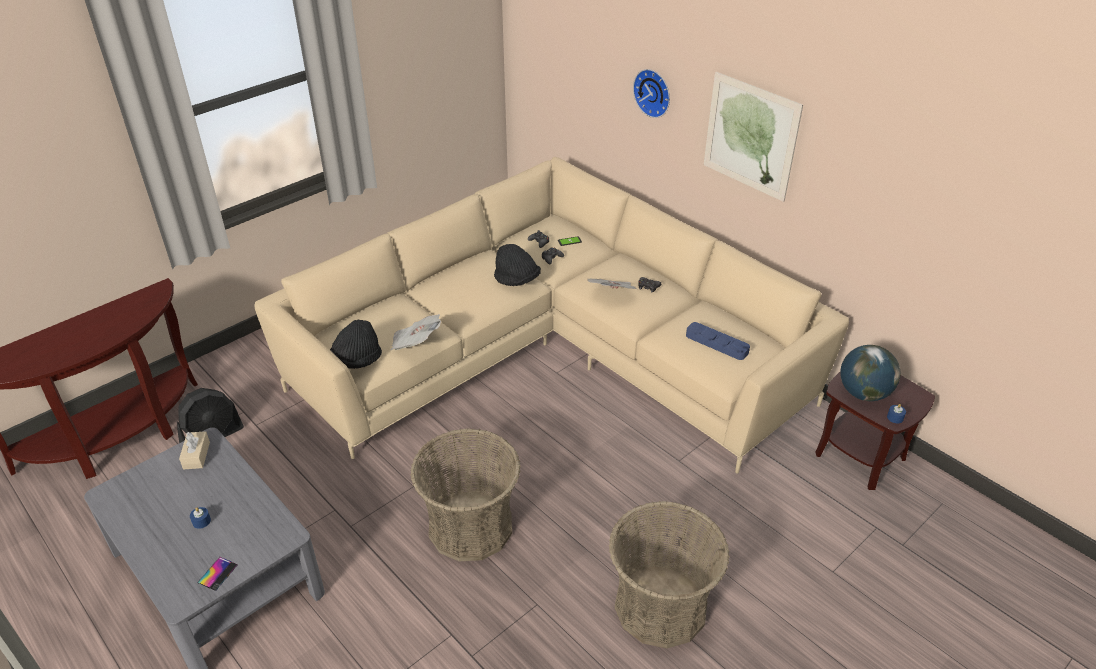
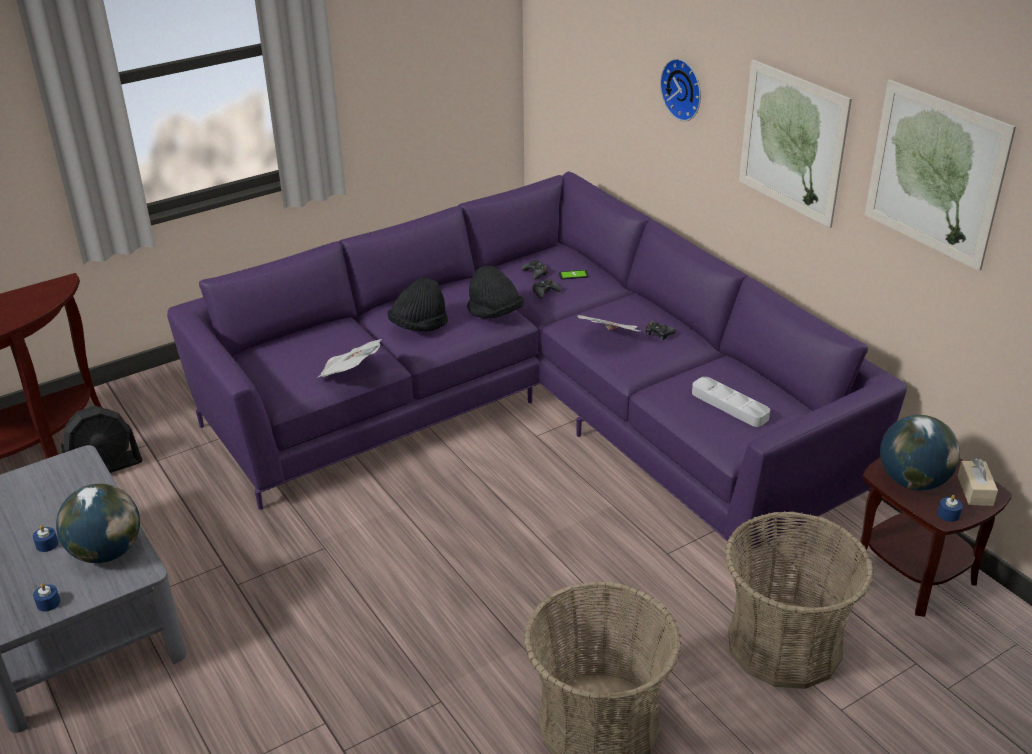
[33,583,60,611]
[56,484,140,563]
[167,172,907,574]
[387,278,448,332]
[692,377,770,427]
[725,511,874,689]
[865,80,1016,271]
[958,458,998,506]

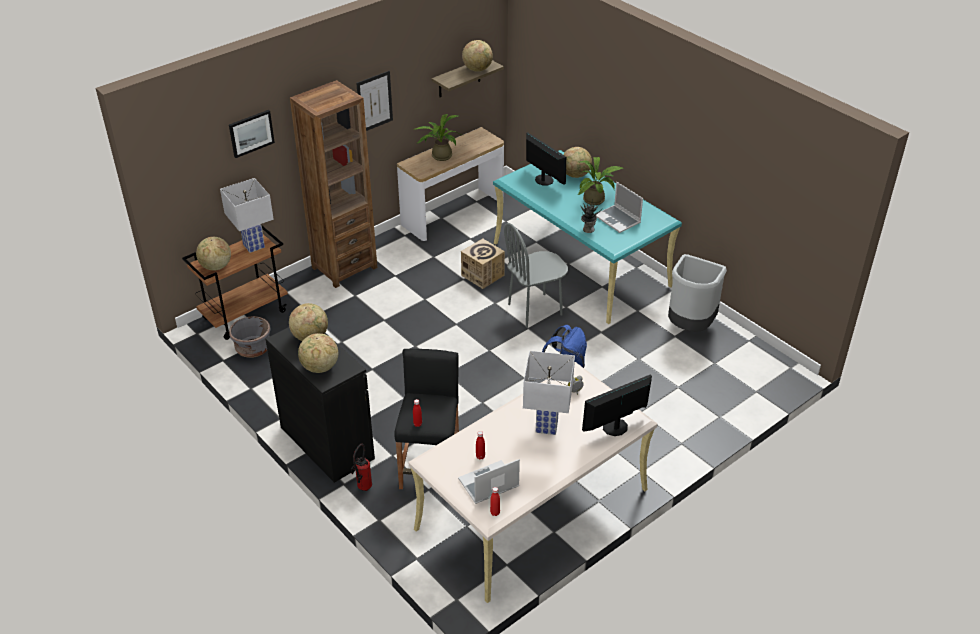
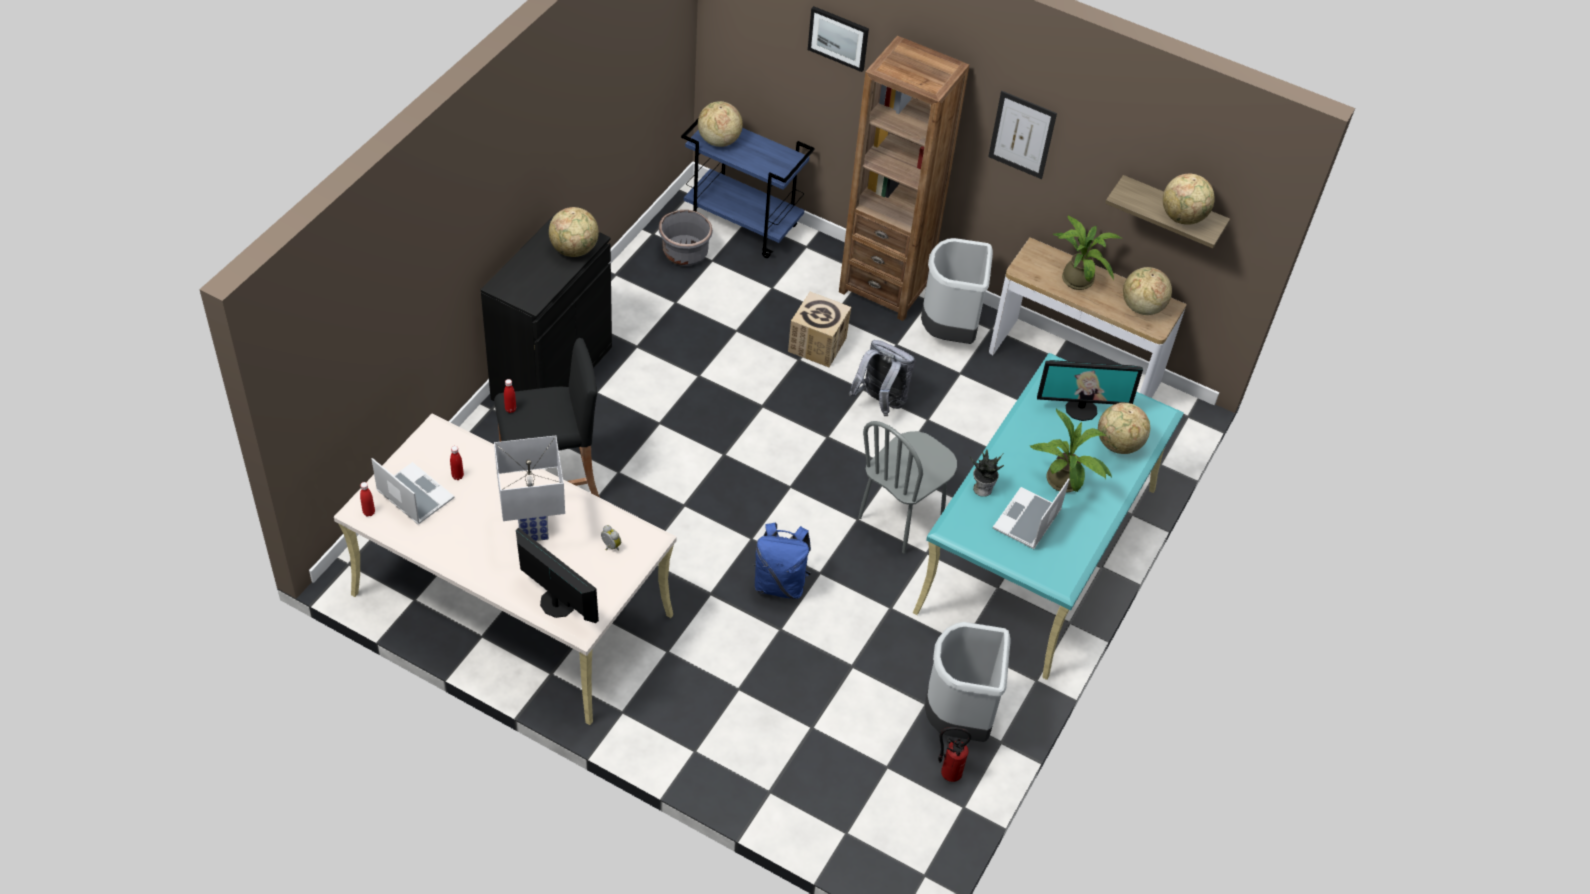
[681,119,815,258]
[788,292,851,367]
[849,340,915,416]
[858,421,957,554]
[921,238,993,344]
[938,727,971,782]
[1037,360,1143,421]
[1123,267,1172,315]
[220,178,274,253] (first image)

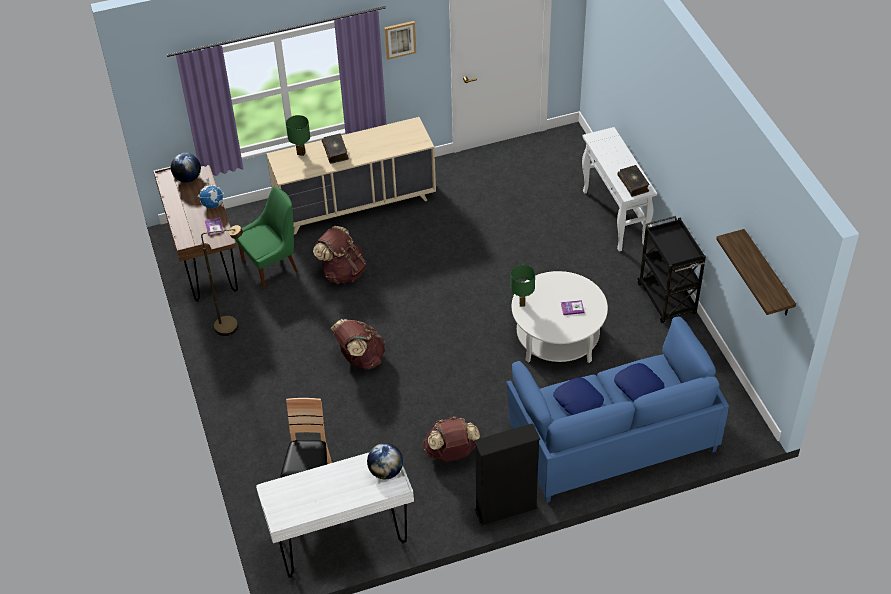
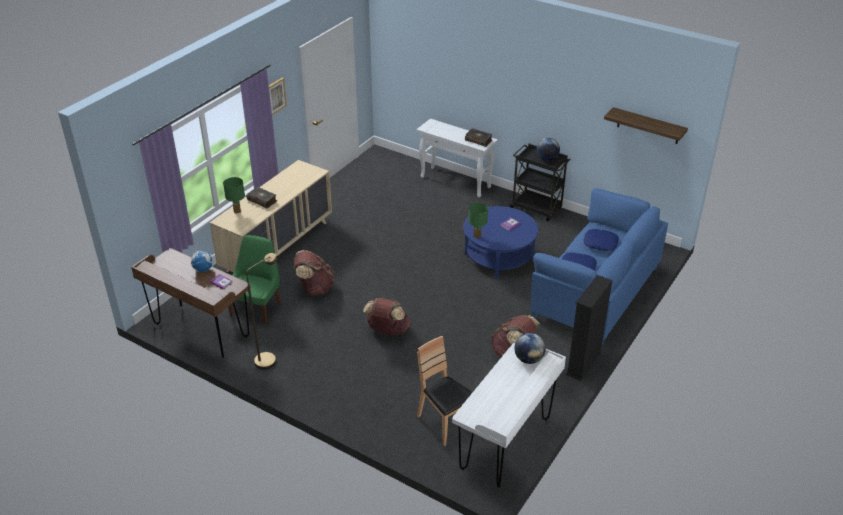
[463,206,538,279]
[536,138,560,161]

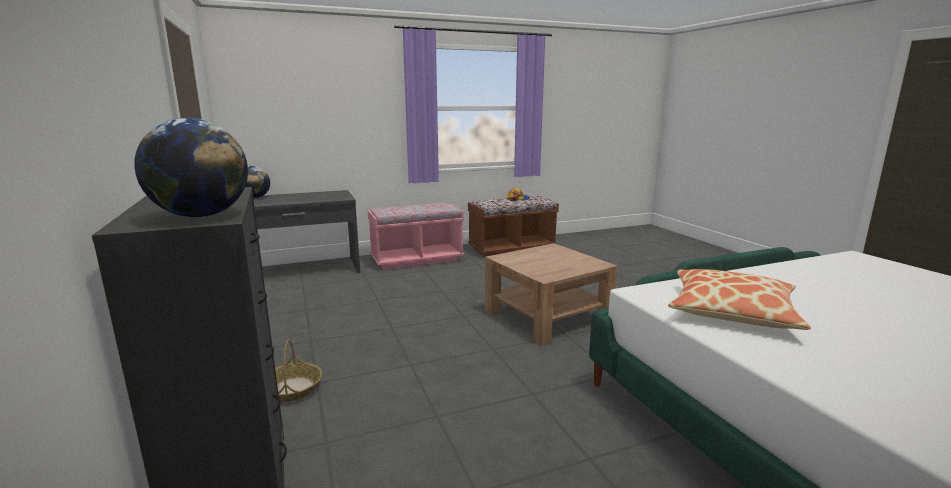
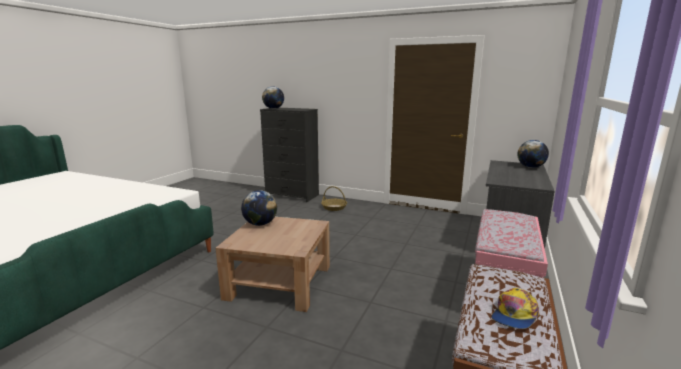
[241,190,277,226]
[668,269,811,330] (first image)

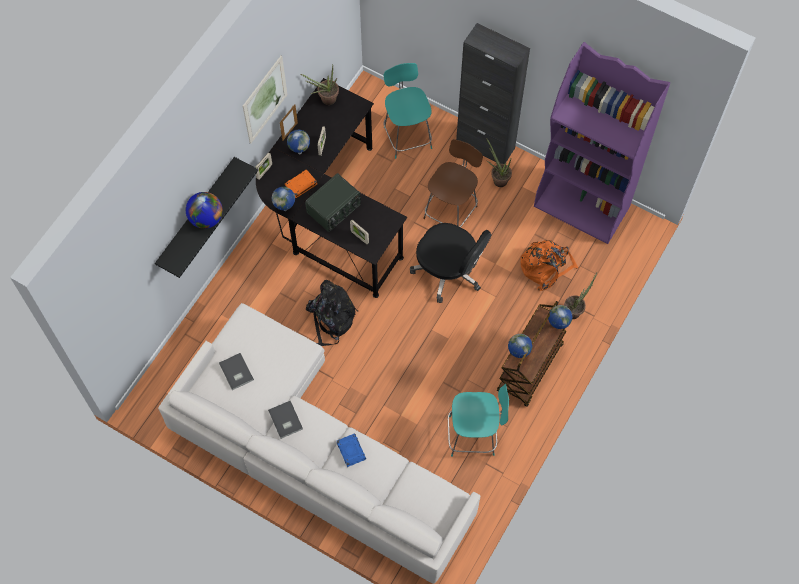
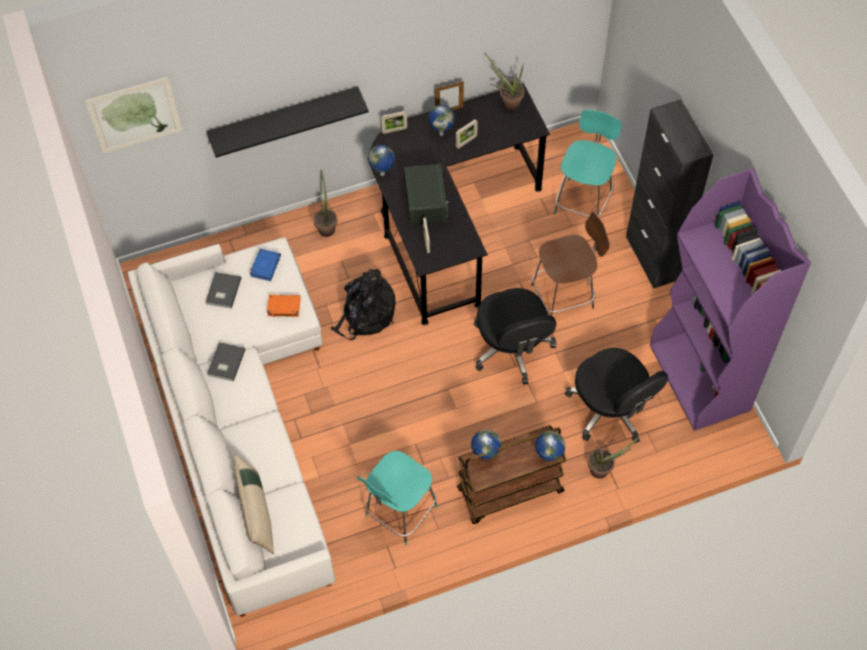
[85,77,182,154]
[234,455,274,554]
[250,249,281,281]
[267,295,301,317]
[313,170,337,237]
[357,451,438,545]
[404,164,449,226]
[565,348,668,443]
[186,192,223,229] (first image)

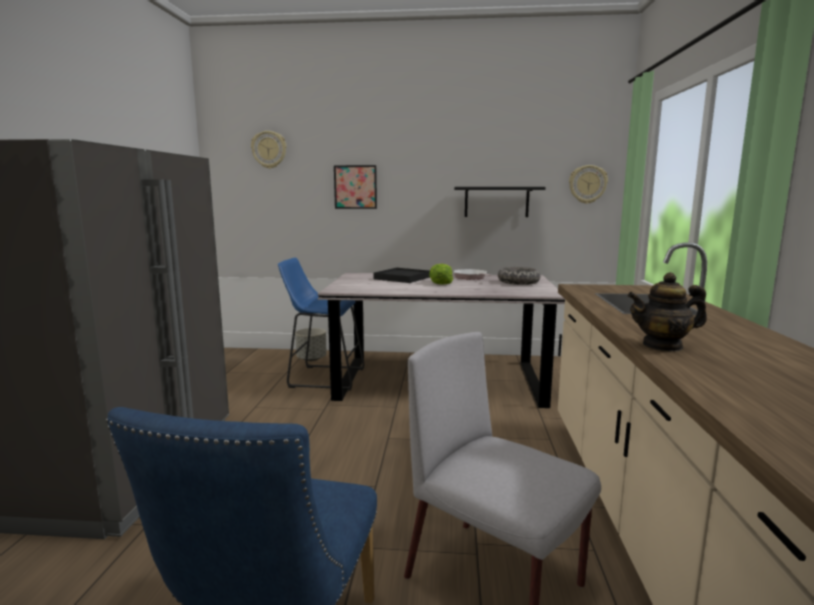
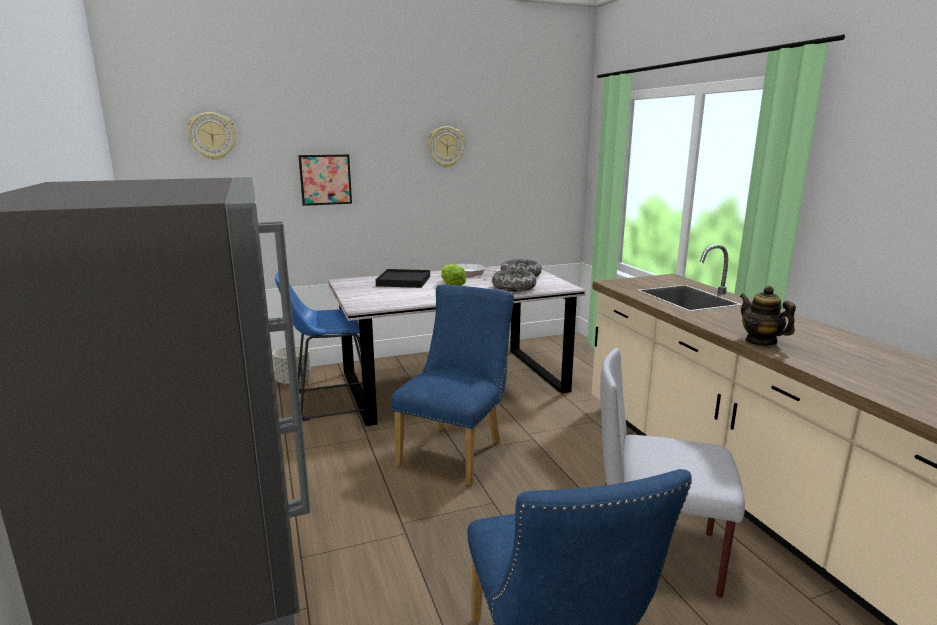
[391,285,514,486]
[427,126,465,168]
[492,269,537,292]
[740,286,796,346]
[454,187,546,217] (first image)

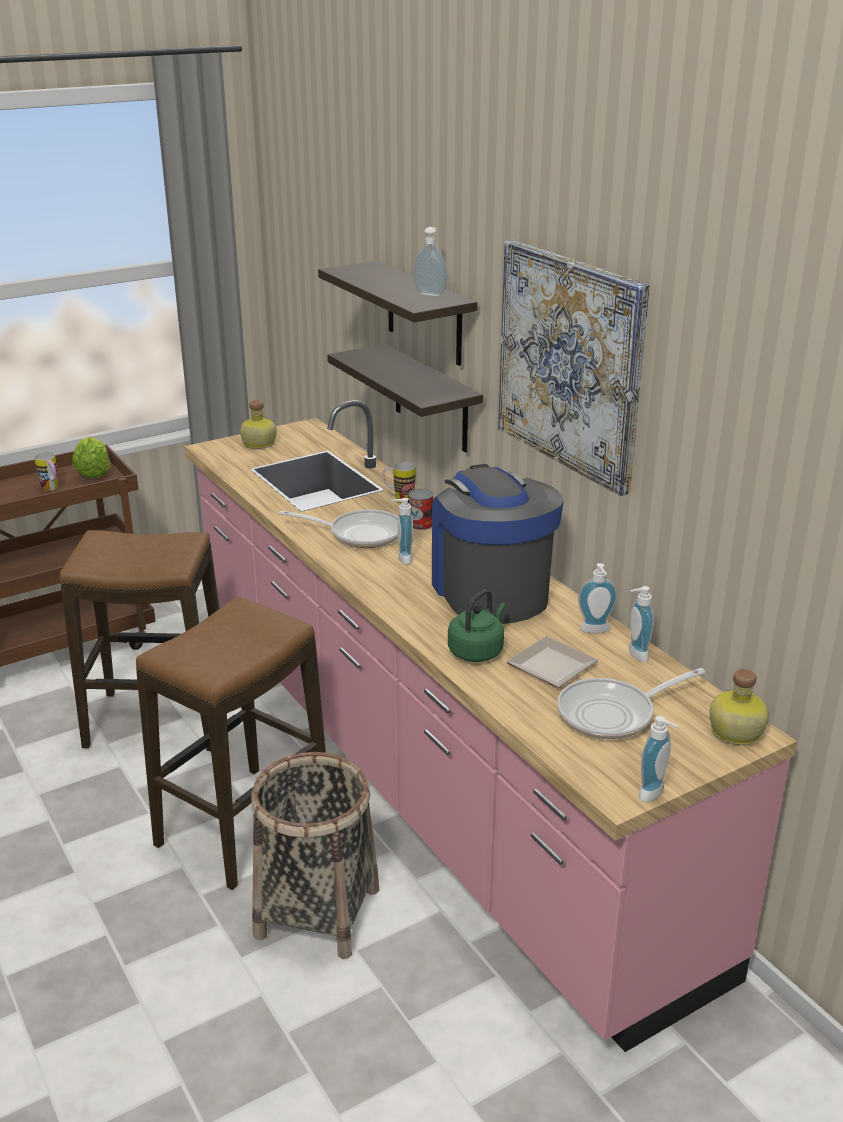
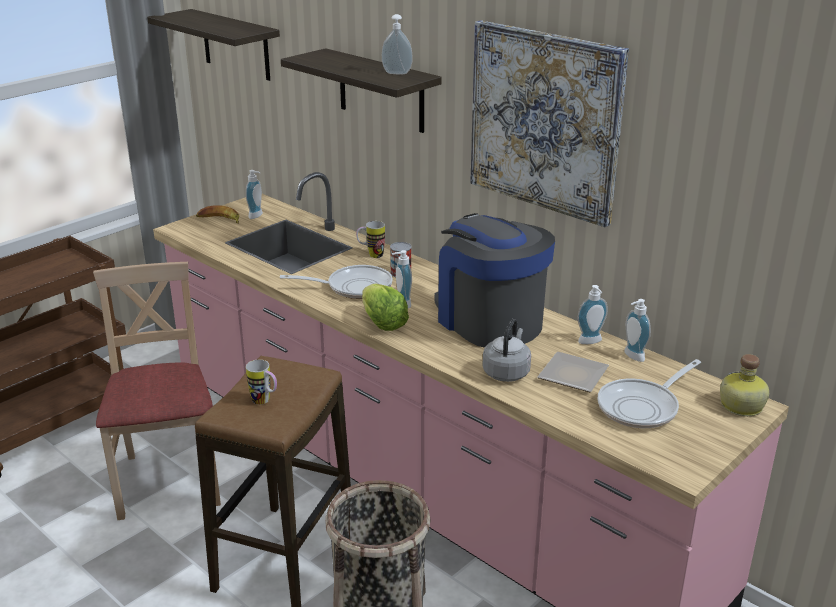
[93,262,221,520]
[147,9,280,81]
[196,206,239,224]
[246,170,263,219]
[246,360,277,405]
[362,283,409,331]
[482,318,531,382]

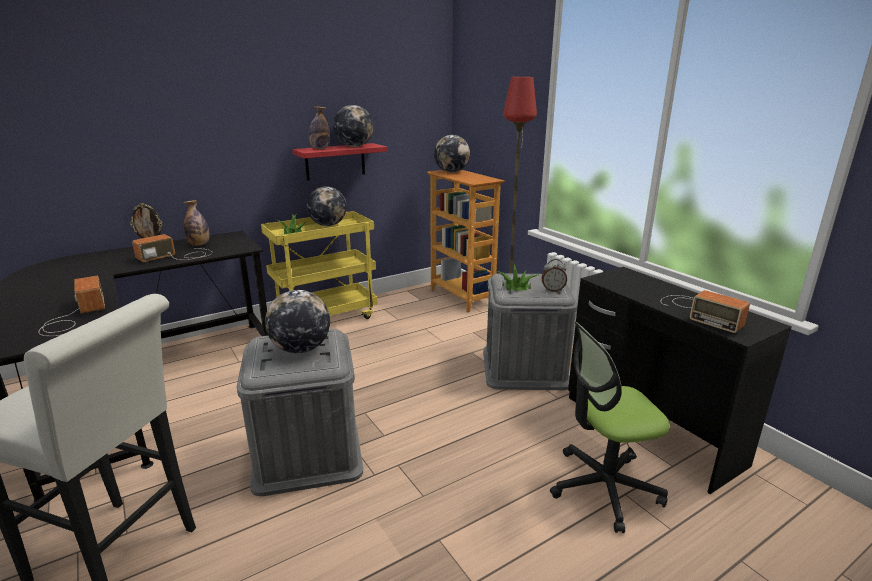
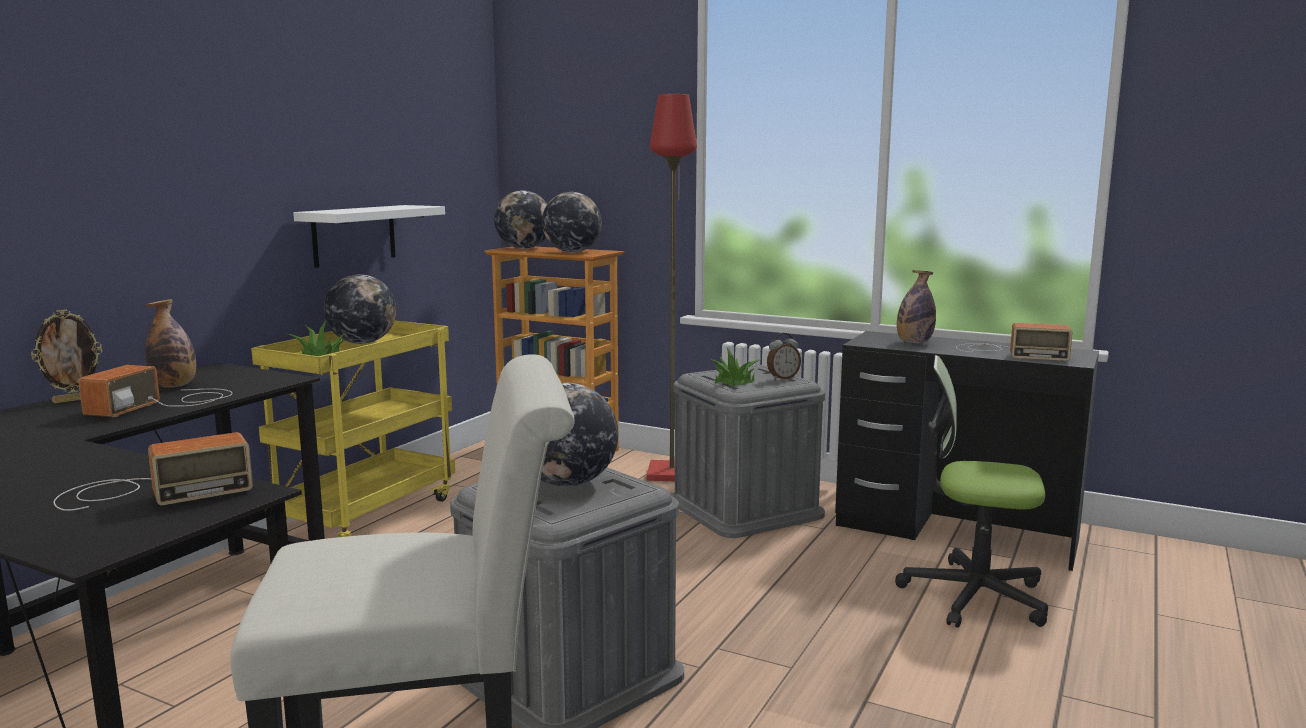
[54,432,253,511]
[293,205,445,268]
[542,192,602,252]
[895,355,1048,628]
[897,270,936,343]

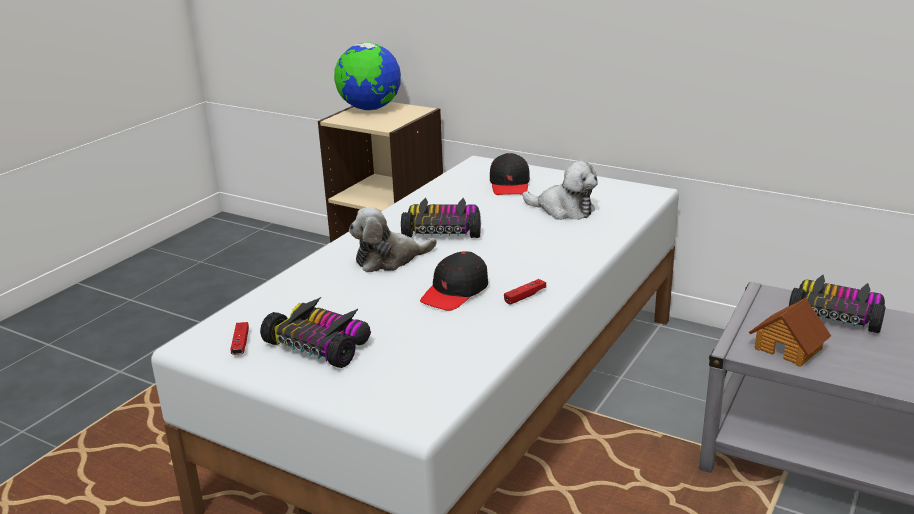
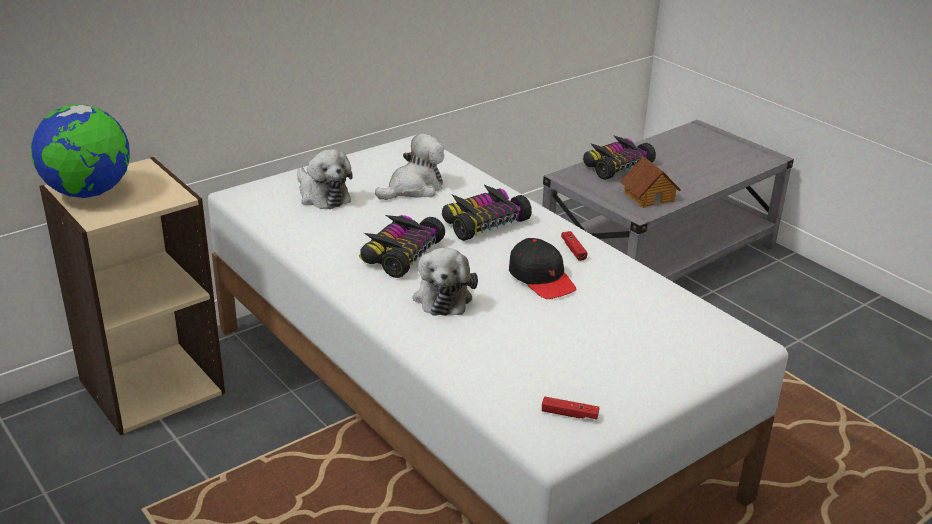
[297,149,353,209]
[442,185,532,241]

